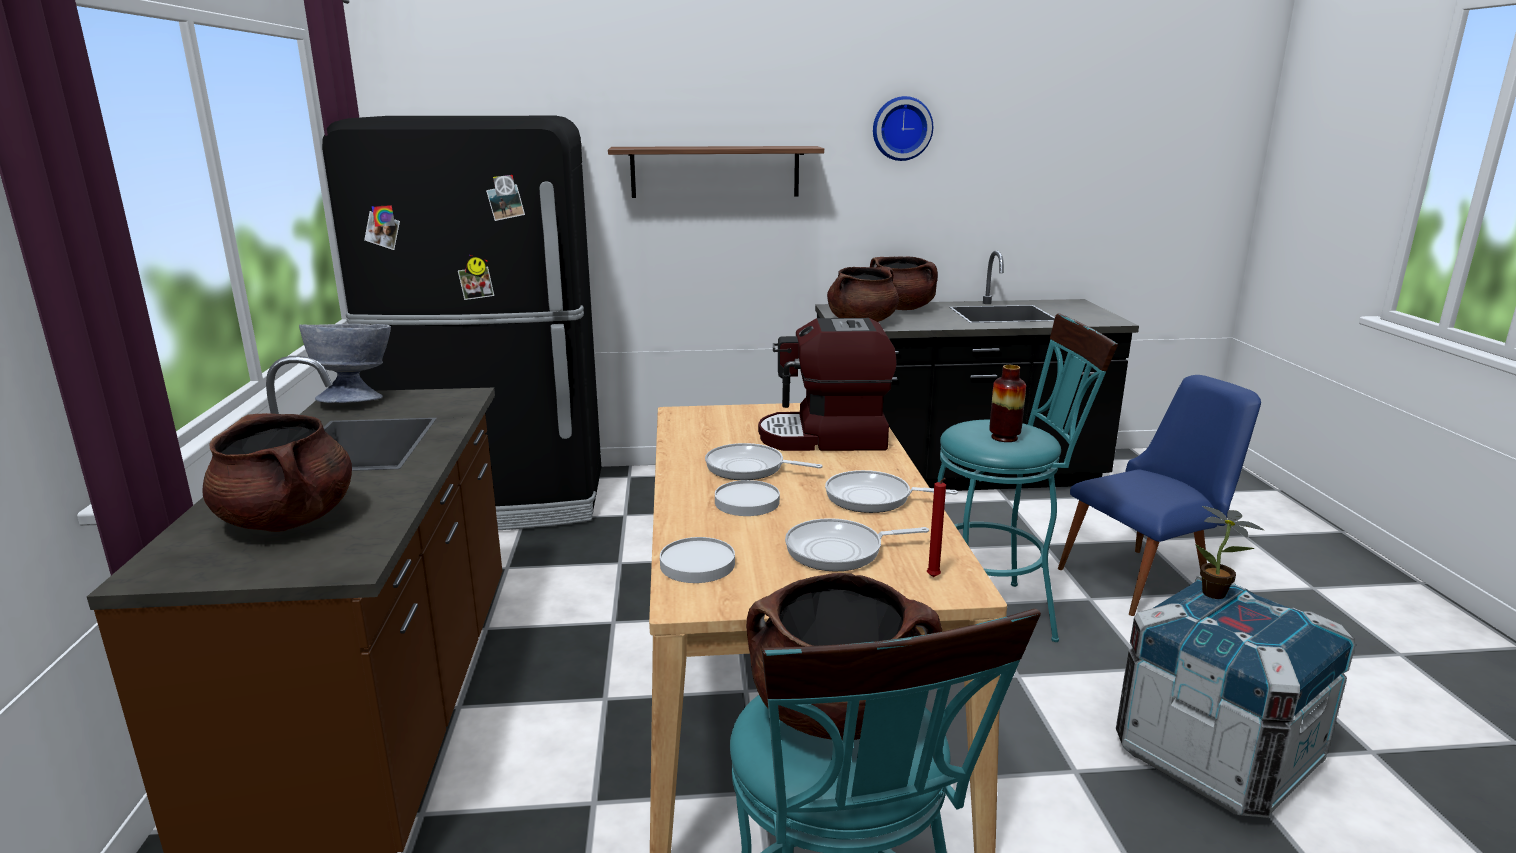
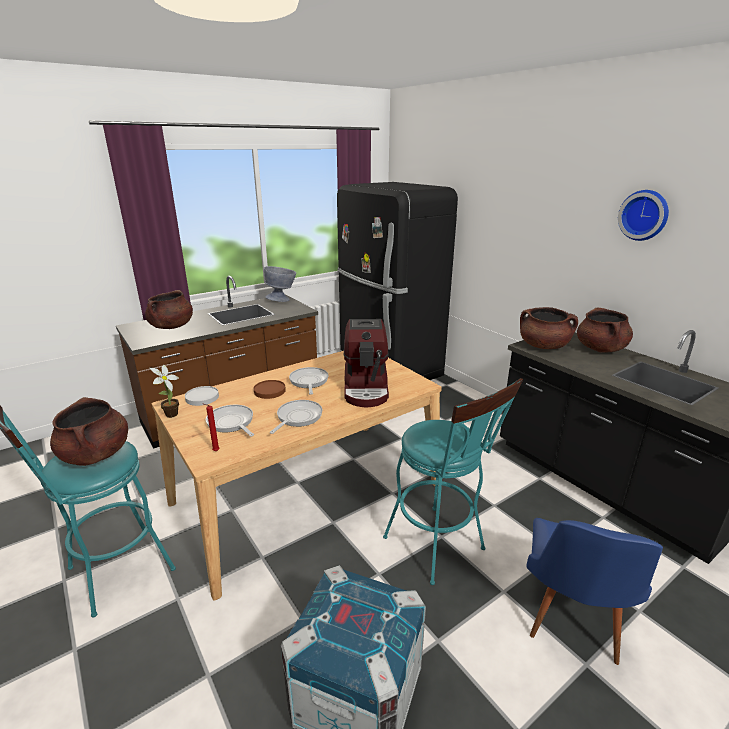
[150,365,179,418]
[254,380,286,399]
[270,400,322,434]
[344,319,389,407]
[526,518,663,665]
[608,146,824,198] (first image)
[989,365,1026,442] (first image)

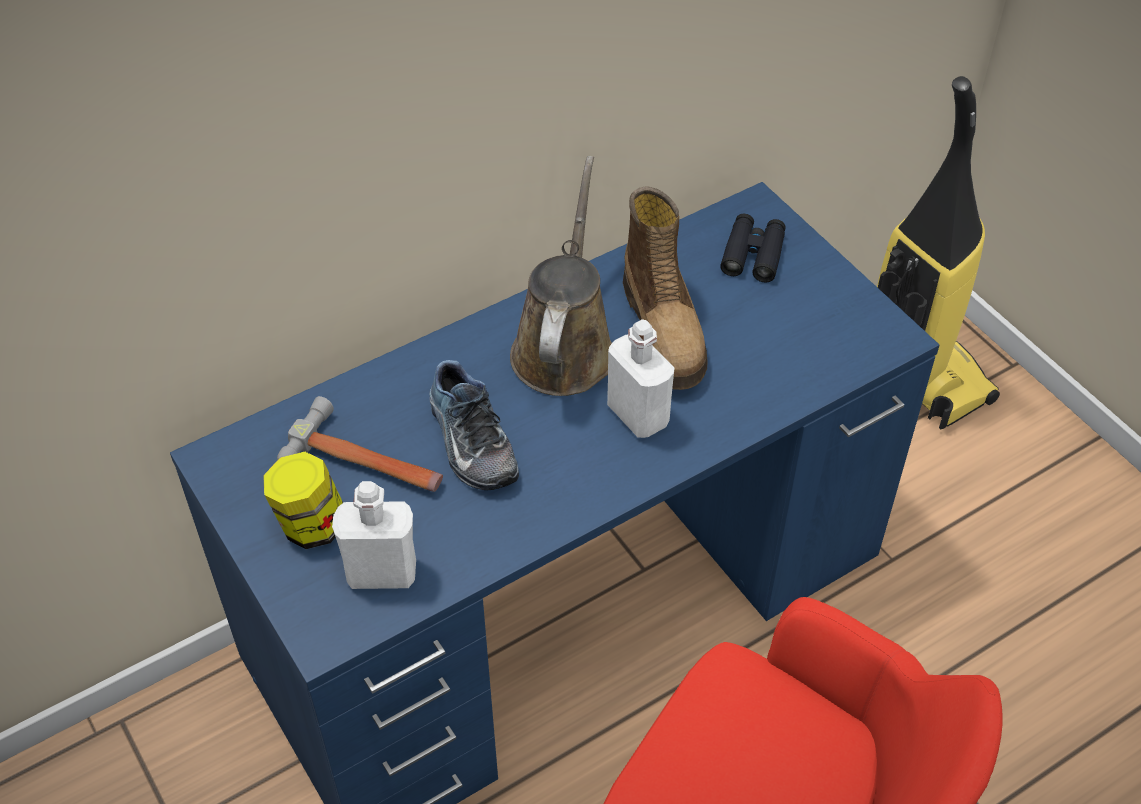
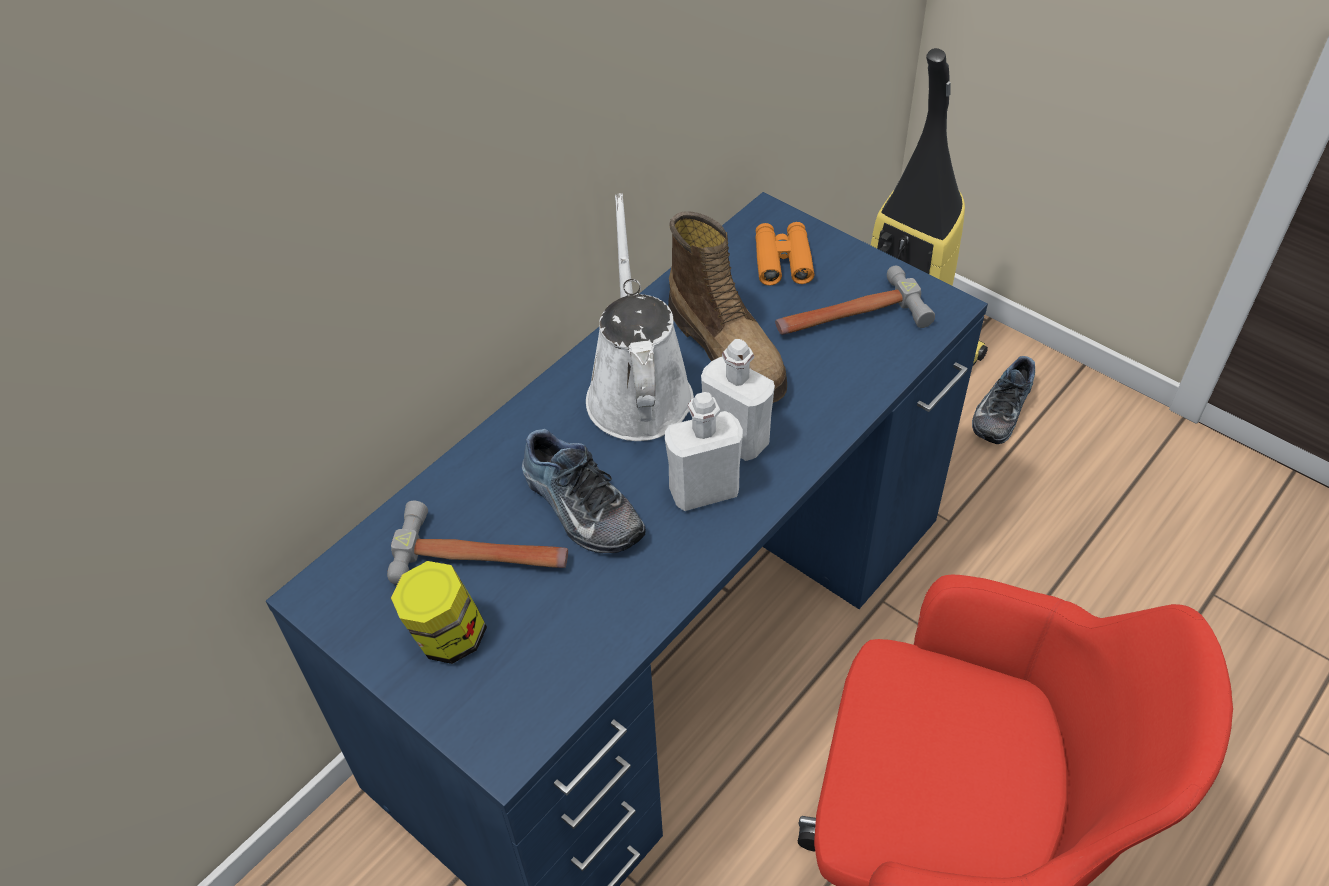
[586,193,694,441]
[665,392,743,511]
[755,222,814,285]
[775,266,935,335]
[972,356,1035,444]

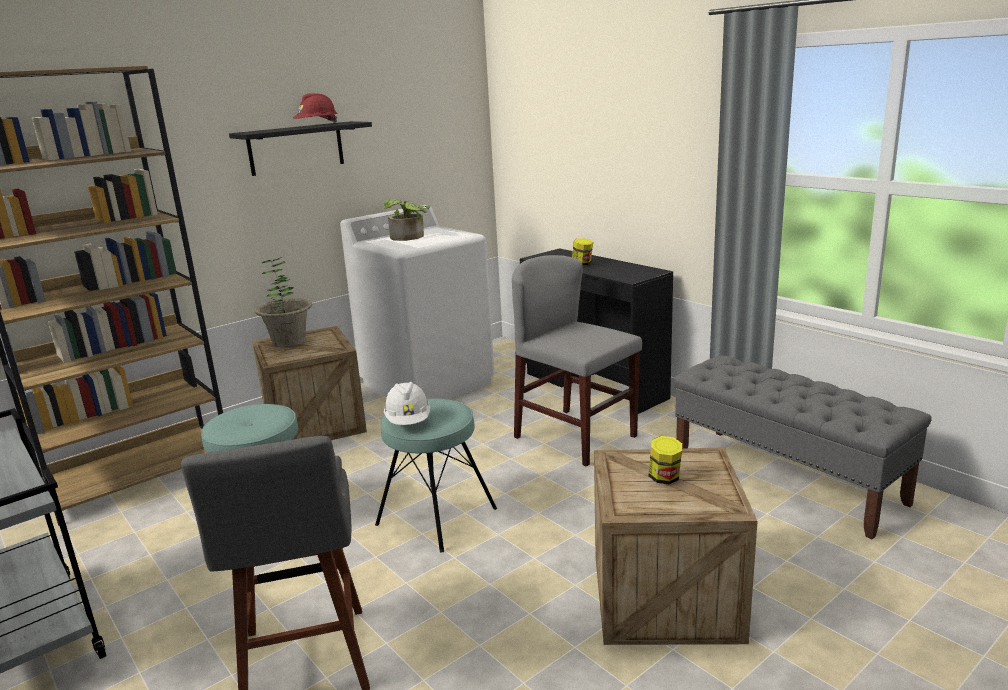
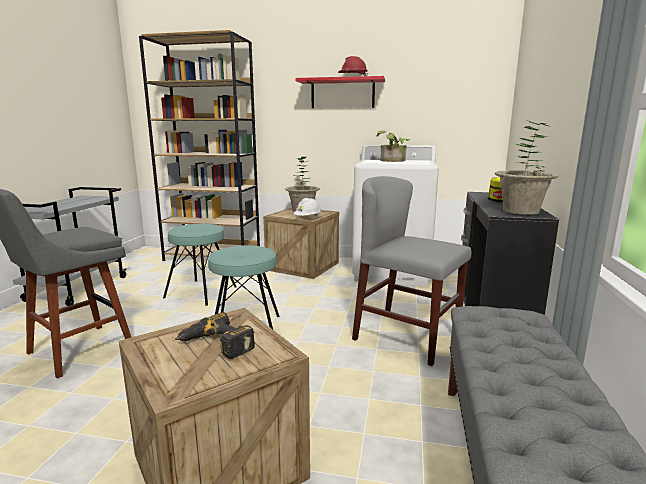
[175,312,255,359]
[293,198,321,216]
[295,76,385,108]
[352,176,471,366]
[495,120,558,215]

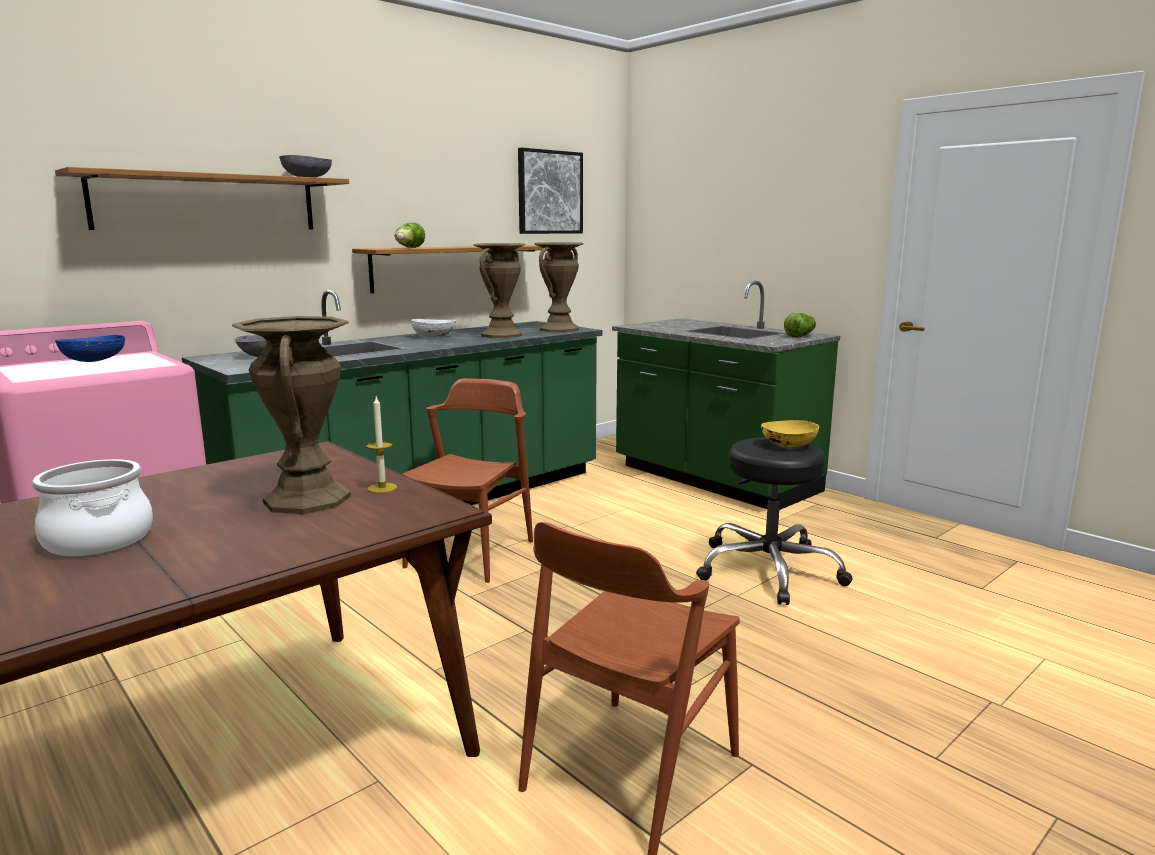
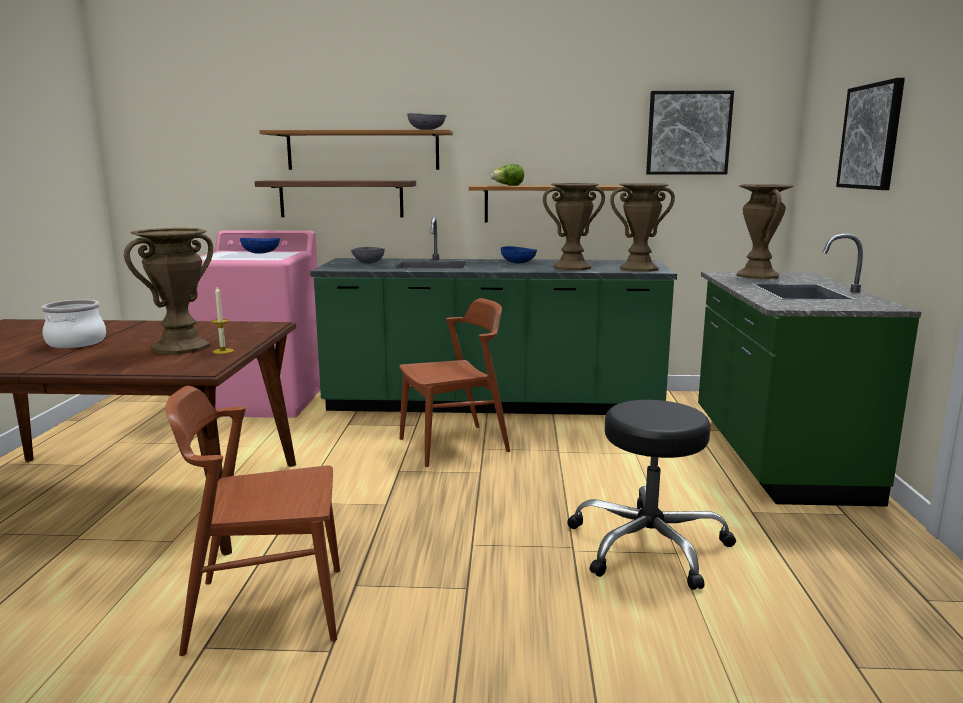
[255,180,416,218]
[501,246,537,264]
[737,184,794,279]
[836,78,905,190]
[761,420,819,447] (first image)
[784,313,816,337] (first image)

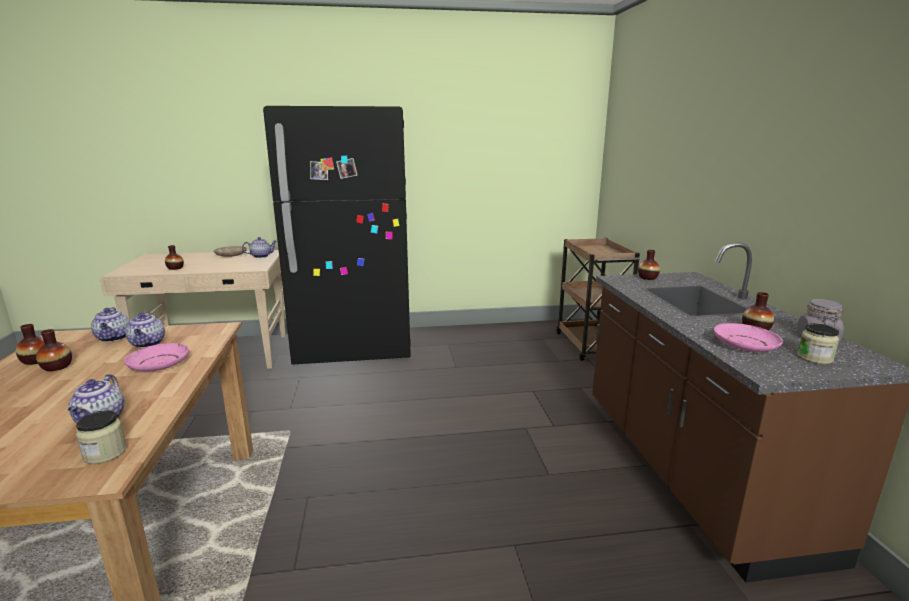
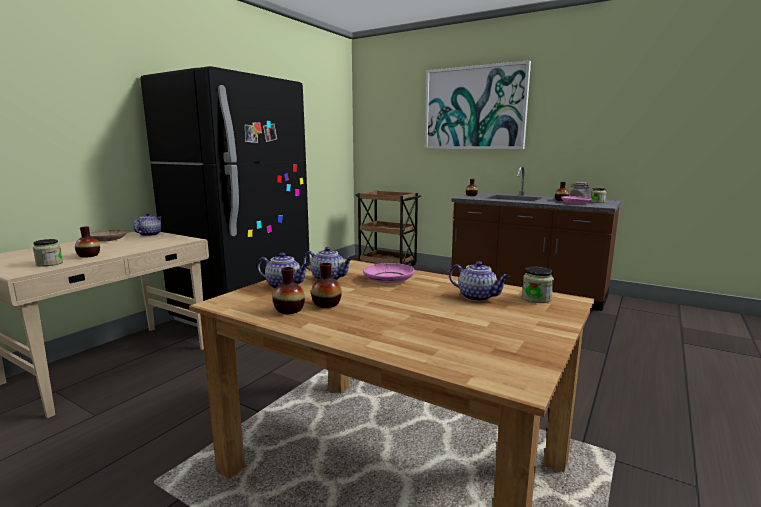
[33,239,63,267]
[425,60,531,149]

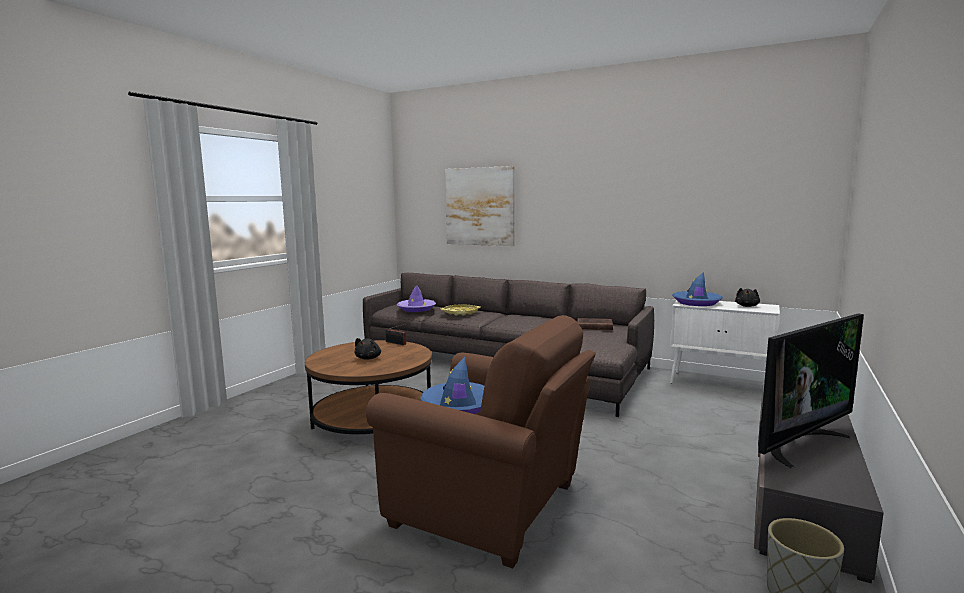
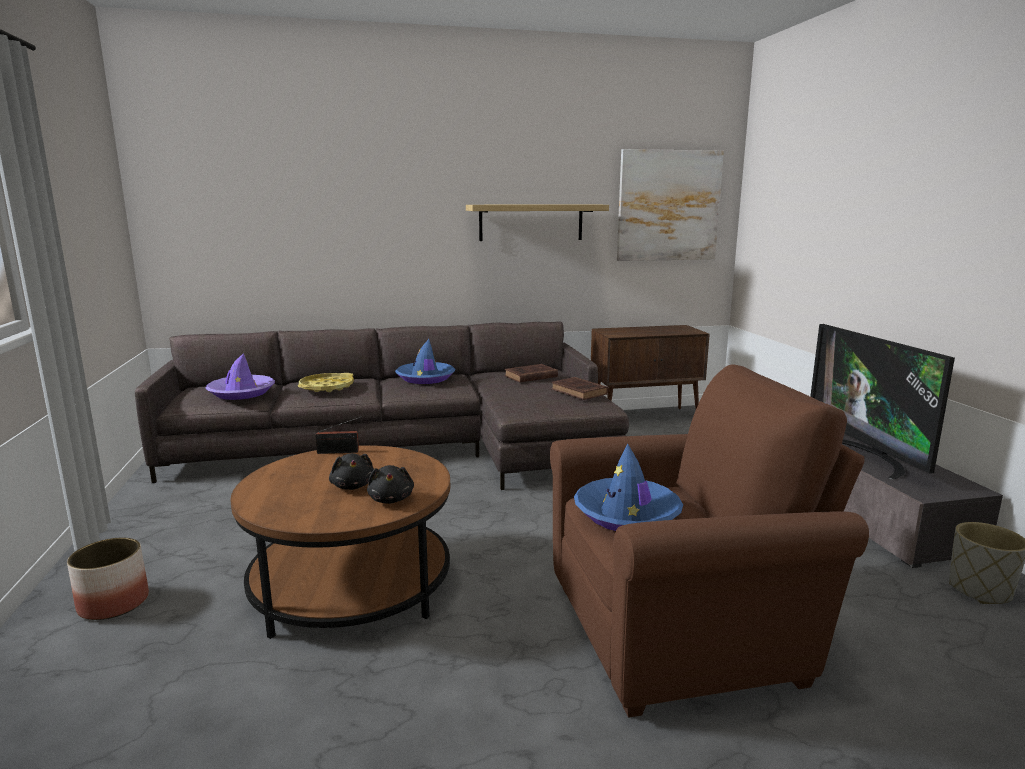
[67,538,149,620]
[367,465,414,504]
[395,339,455,384]
[466,205,609,241]
[551,377,608,400]
[591,325,710,410]
[617,149,724,261]
[810,324,955,480]

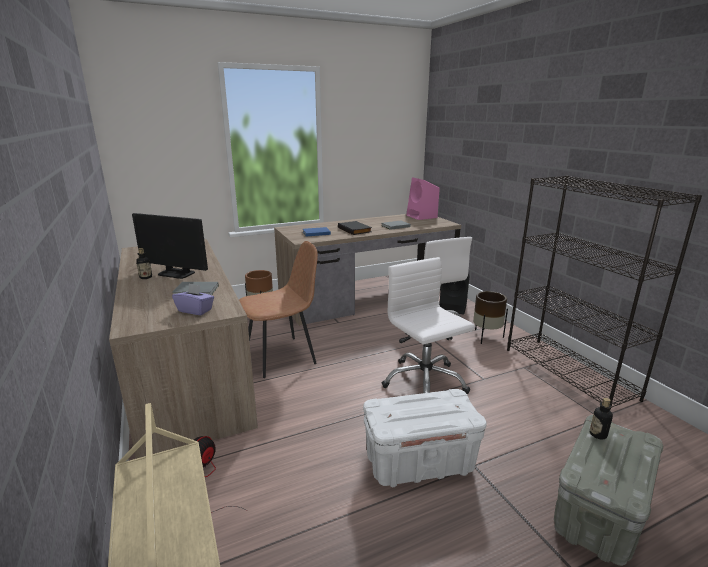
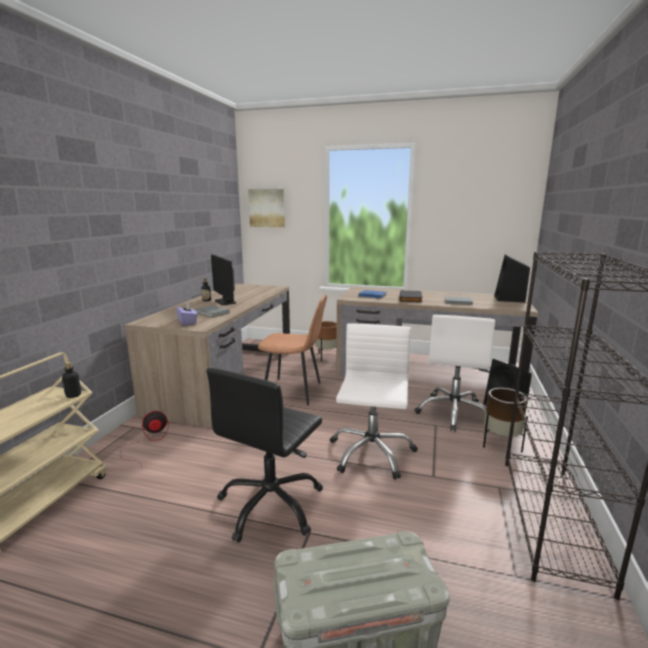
[62,362,81,398]
[207,368,323,543]
[248,189,285,227]
[494,254,530,302]

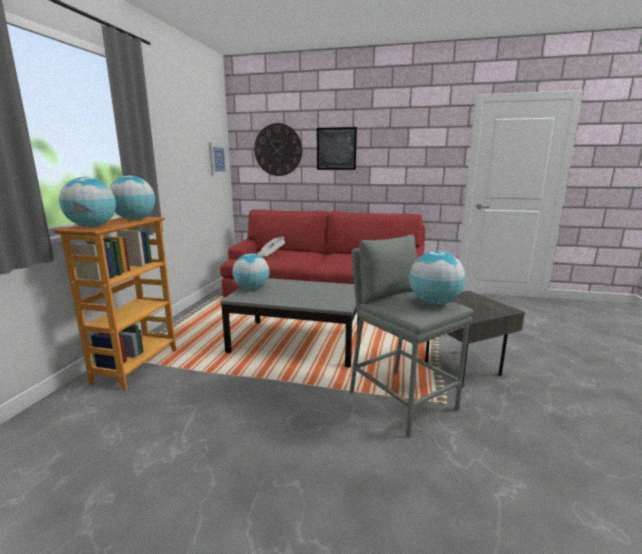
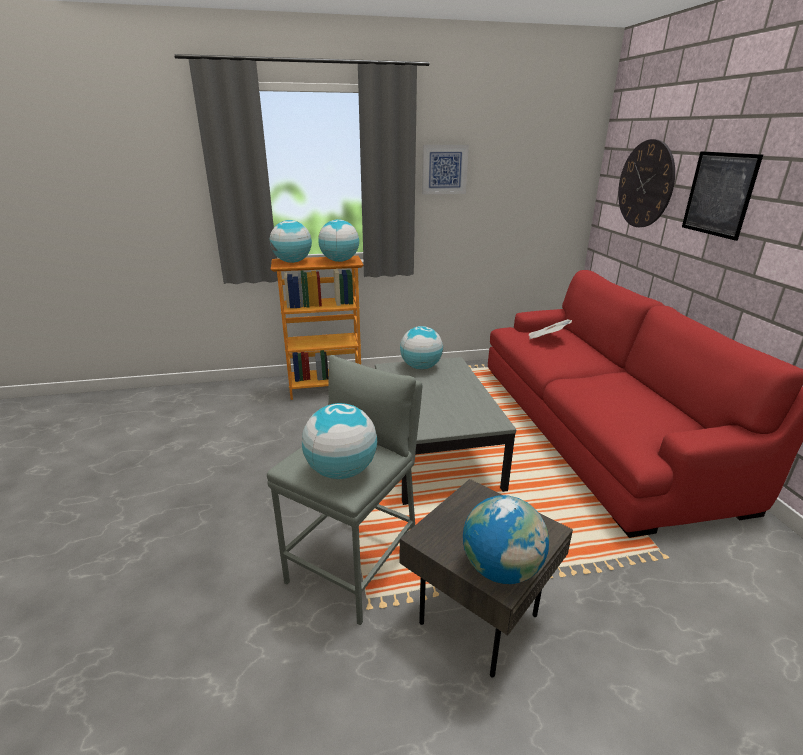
[422,145,469,194]
[463,495,549,584]

